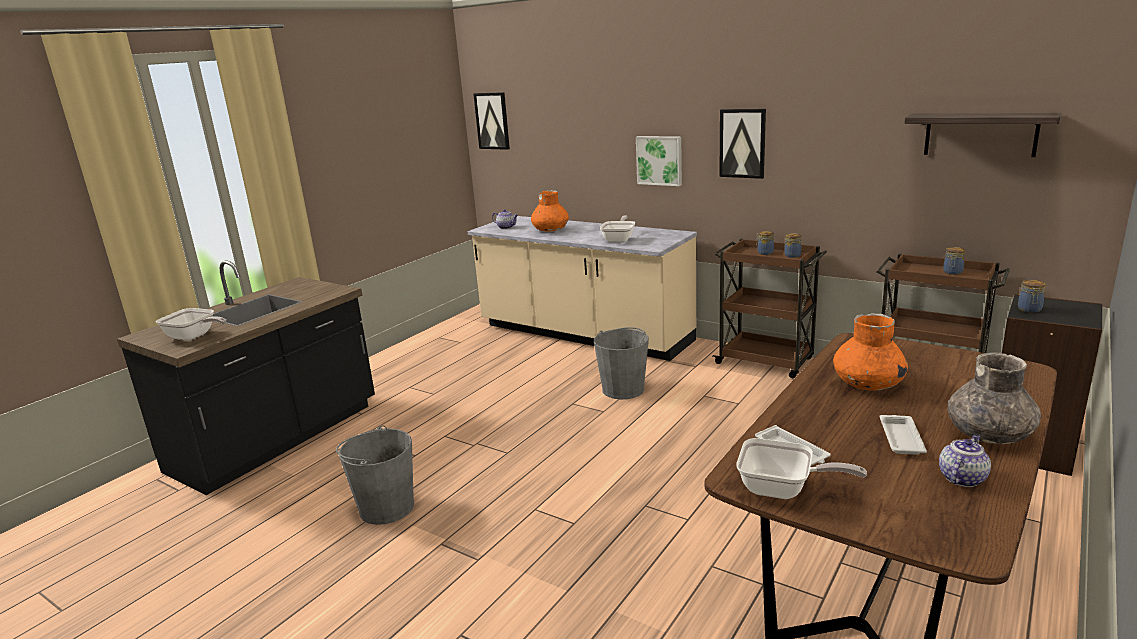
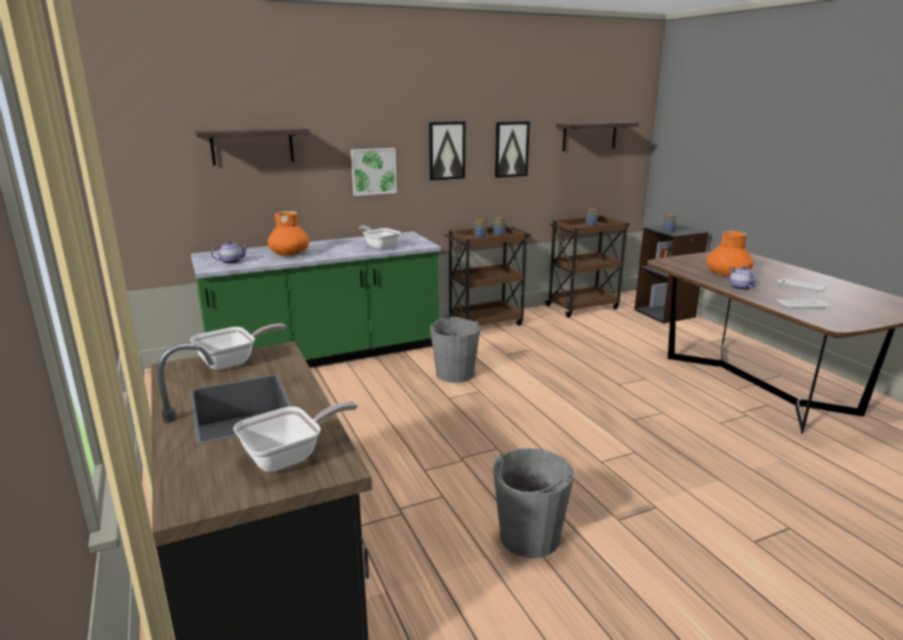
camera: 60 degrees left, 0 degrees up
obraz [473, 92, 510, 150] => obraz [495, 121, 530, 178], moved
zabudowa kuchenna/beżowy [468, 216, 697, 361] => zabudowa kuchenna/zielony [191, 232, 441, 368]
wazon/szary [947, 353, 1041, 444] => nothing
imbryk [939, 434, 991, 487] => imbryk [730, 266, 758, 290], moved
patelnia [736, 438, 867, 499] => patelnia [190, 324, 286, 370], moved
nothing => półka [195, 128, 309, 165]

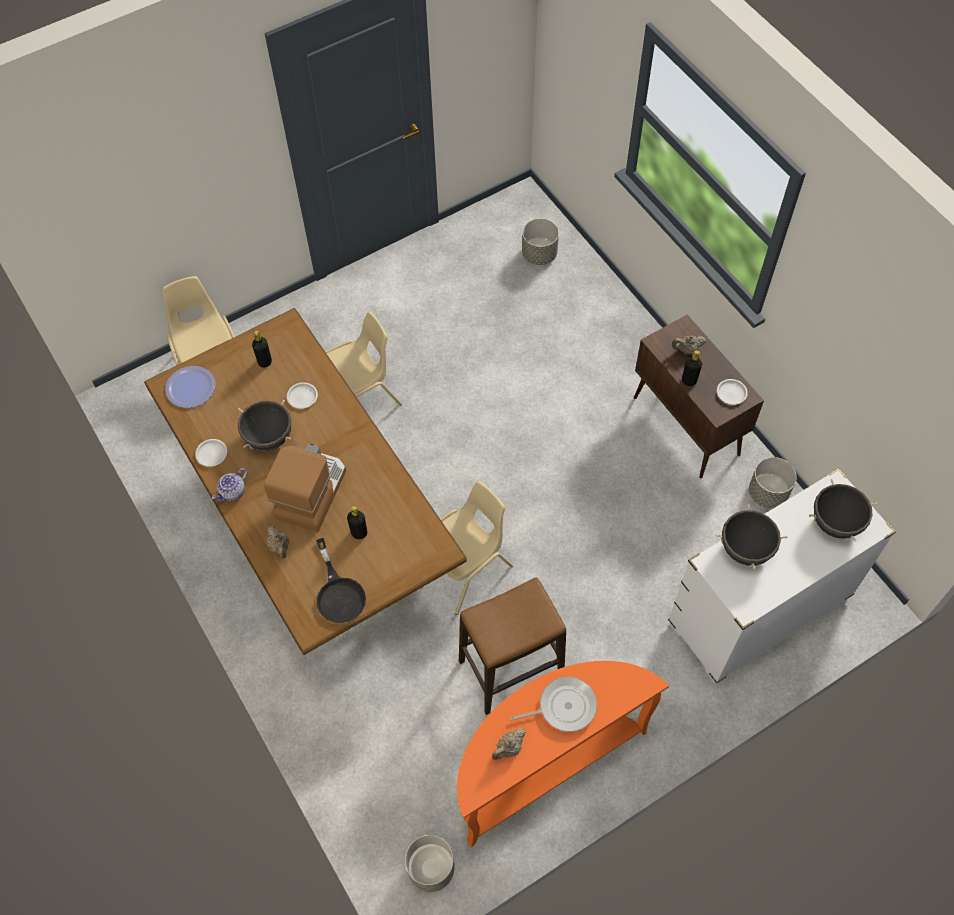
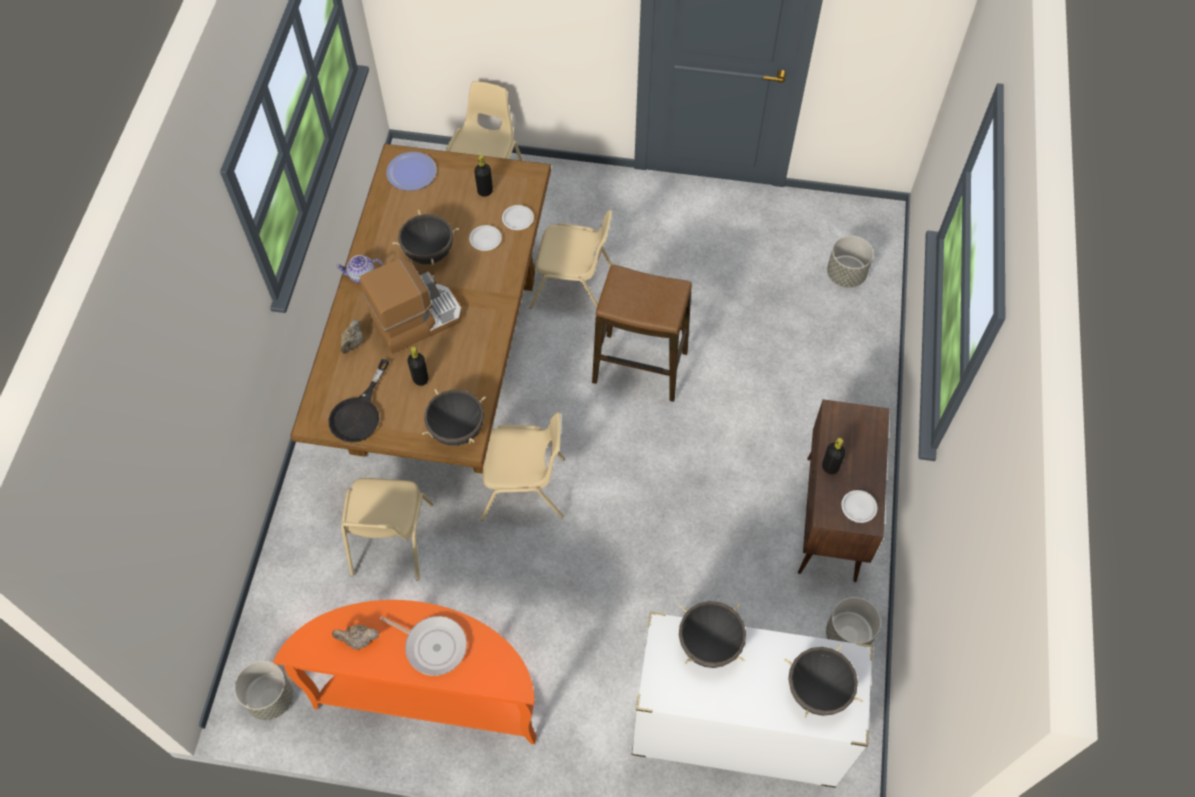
camera: 40 degrees right, 0 degrees up
imbryk/beżowy [672, 335, 707, 354] => nothing
talerz/biały [195, 439, 227, 467] => talerz/biały [502, 205, 534, 230], moved
stołek [459, 577, 566, 715] => stołek [592, 265, 692, 402], moved
nothing => garnek/czarny [422, 389, 486, 446]
nothing => krzesło/beżowy [341, 478, 433, 581]

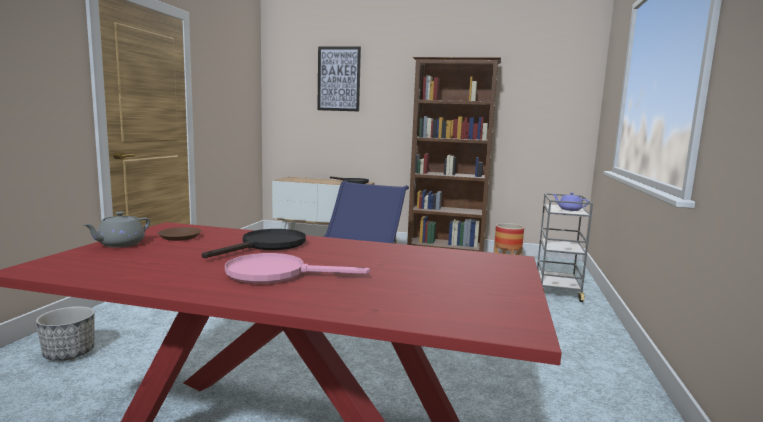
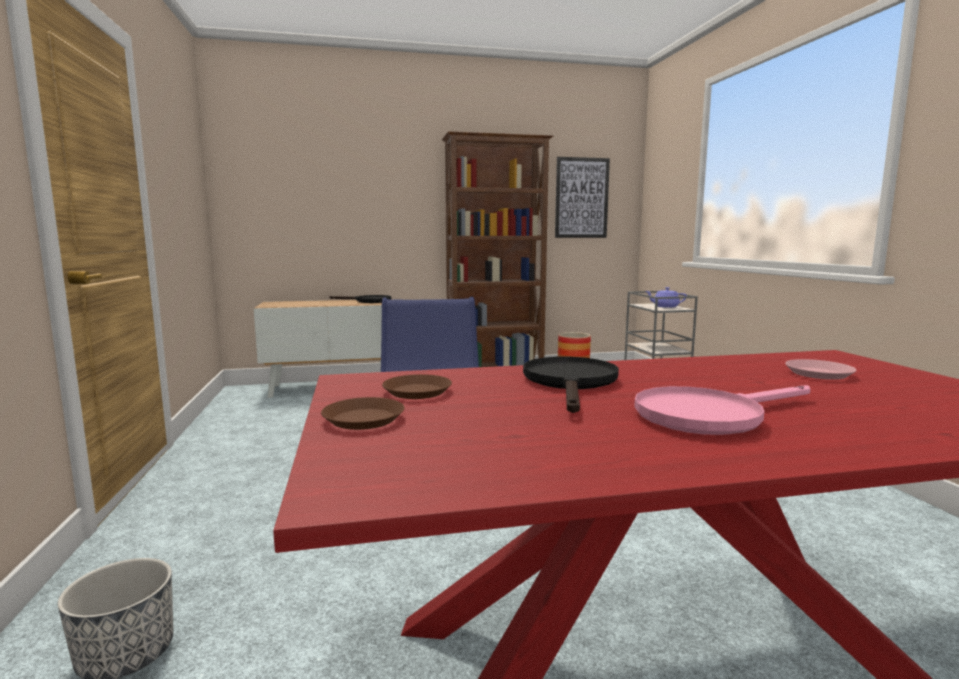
camera: 25 degrees left, 0 degrees up
obraz [317, 46, 361, 111] => obraz [555, 157, 610, 238], moved
imbryk/szary [84, 212, 150, 248] => talerz/brązowy [321, 397, 405, 430]
nothing => talerz/różowy [785, 359, 857, 380]

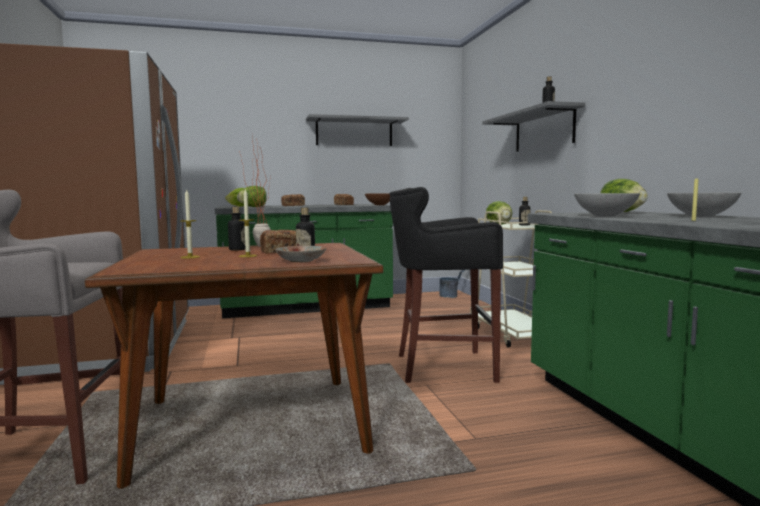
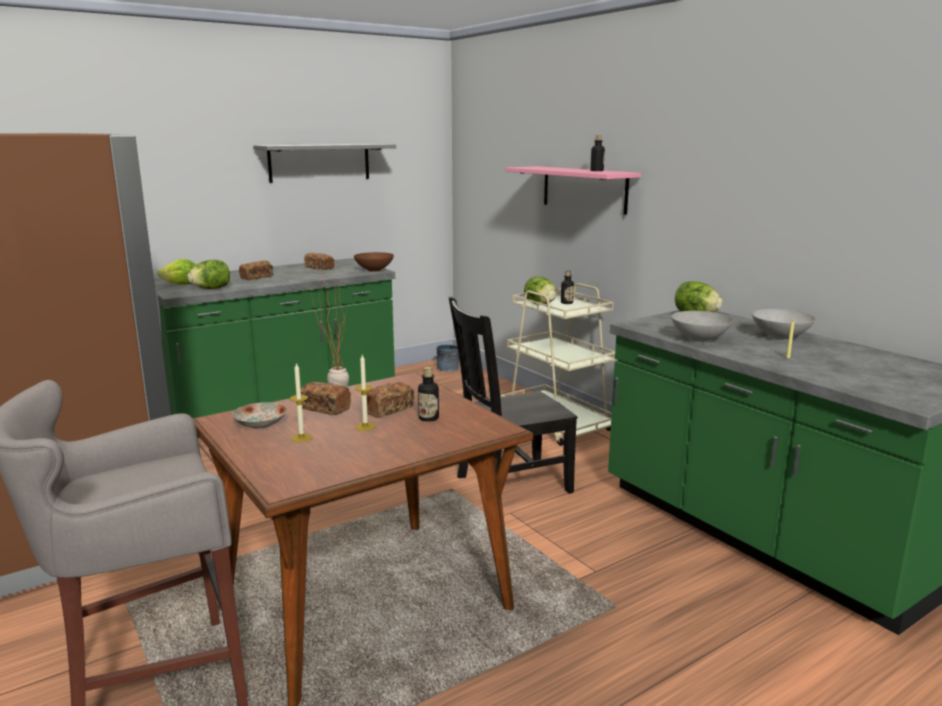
camera: 20 degrees left, 10 degrees up
półka/szary [482, 101, 585, 152] => półka/różowy [505, 166, 641, 215]
stołek/czarny [390, 187, 503, 383] => krzesło/czarny [448, 296, 577, 494]
butelka [228, 206, 245, 251] => chleb [301, 382, 351, 415]
talerz [275, 246, 326, 262] => talerz [232, 402, 287, 428], moved

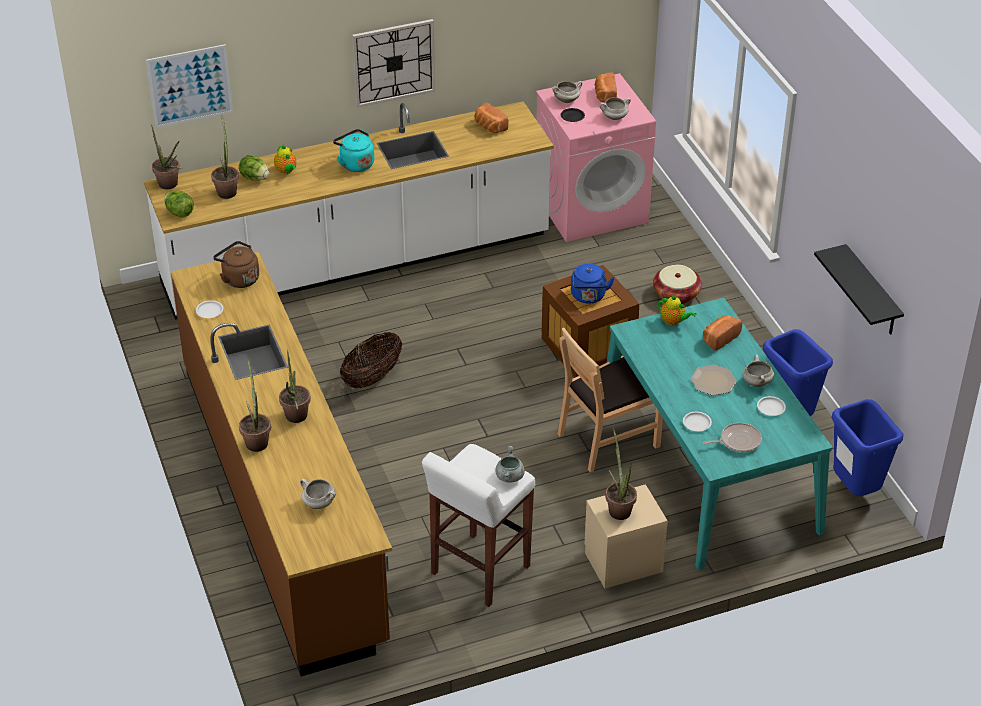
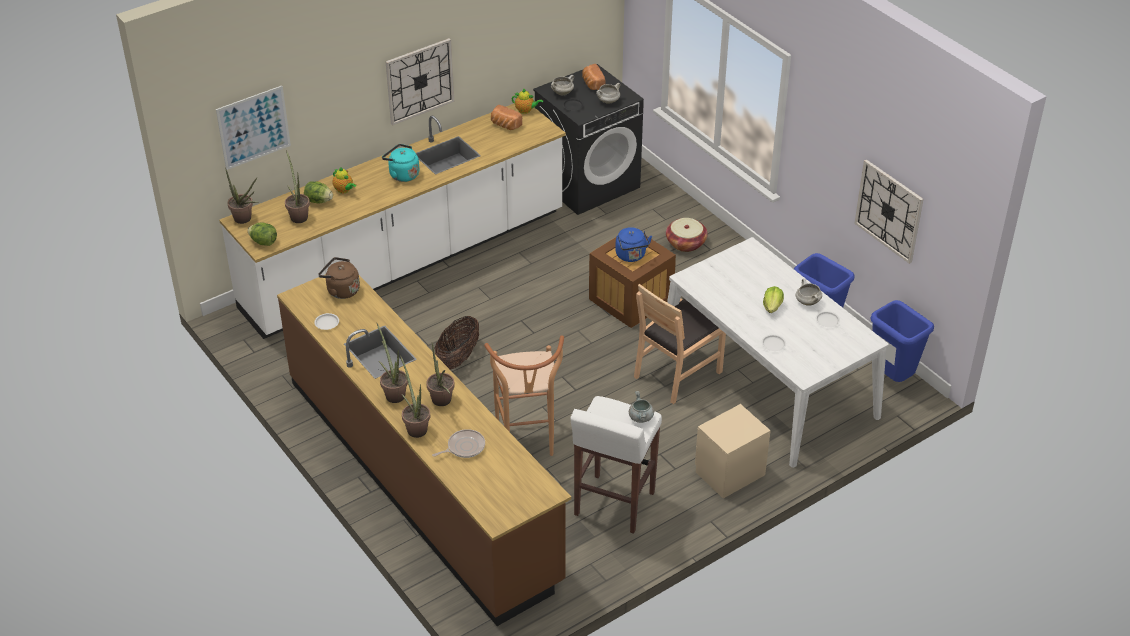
camera: 15 degrees left, 0 degrees up
pralka/różowy [536, 73, 656, 242] => pralka/czarny [533, 64, 644, 215]
półka/czarny [814, 244, 904, 335] => zegar ścienny [854, 159, 923, 264]
imbryk [658, 295, 696, 326] => imbryk [512, 88, 543, 114], moved
stół jadalny/turkusowy [607, 298, 832, 570] => stół jadalny/biały [667, 237, 889, 468]
chleb [703, 315, 742, 351] => nothing
talerz [690, 365, 736, 396] => sałata [763, 286, 784, 313]
patelnia [703, 423, 762, 453] => patelnia [432, 429, 485, 458], moved
roślina doniczkowa [605, 428, 637, 520] => roślina doniczkowa [377, 323, 408, 403], moved
garnek/biały [300, 479, 336, 509] => nothing
nothing => stołek/brązowy [484, 335, 564, 456]

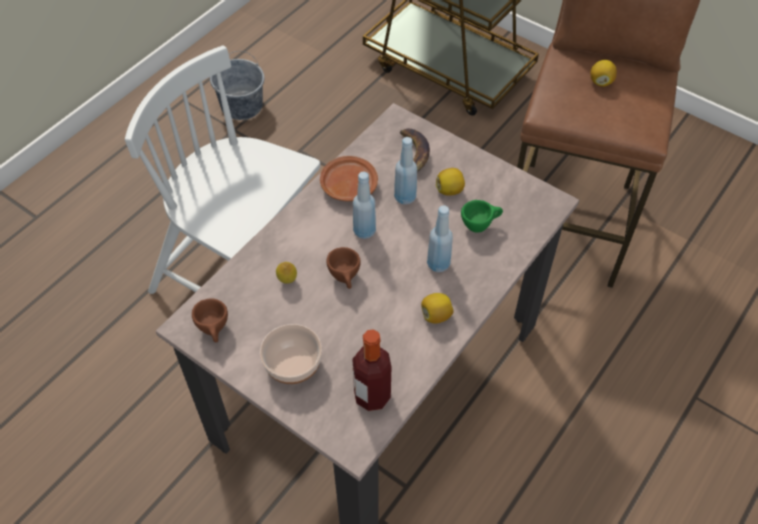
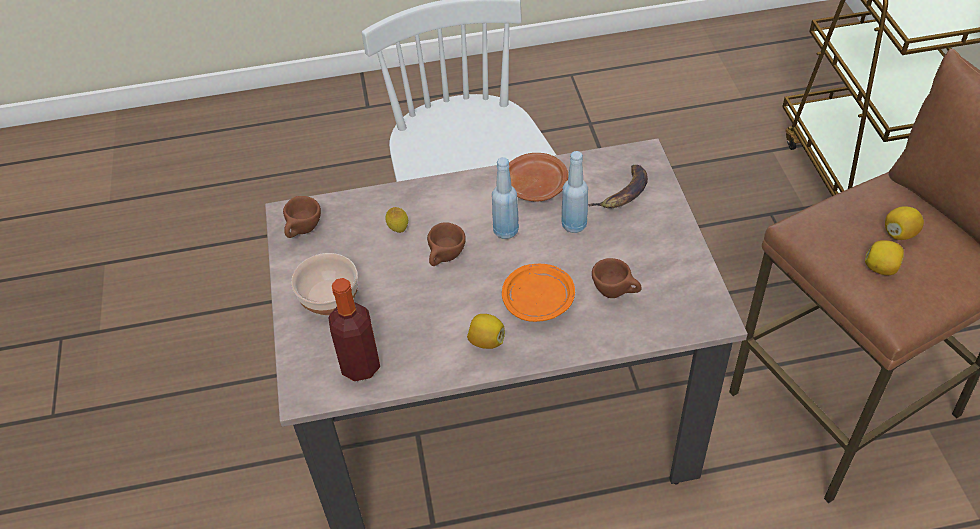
camera: 45 degrees right, 5 degrees down
wiadro/szary [210, 51, 265, 120] => nothing
cytryna [436, 168, 465, 196] => cytryna [865, 240, 904, 275], moved
filiżanka/zielony [461, 200, 503, 233] => filiżanka/brązowy [592, 258, 642, 298]
butelka/niebieski [427, 205, 453, 272] => talerz/pomarańczowy [502, 264, 575, 322]

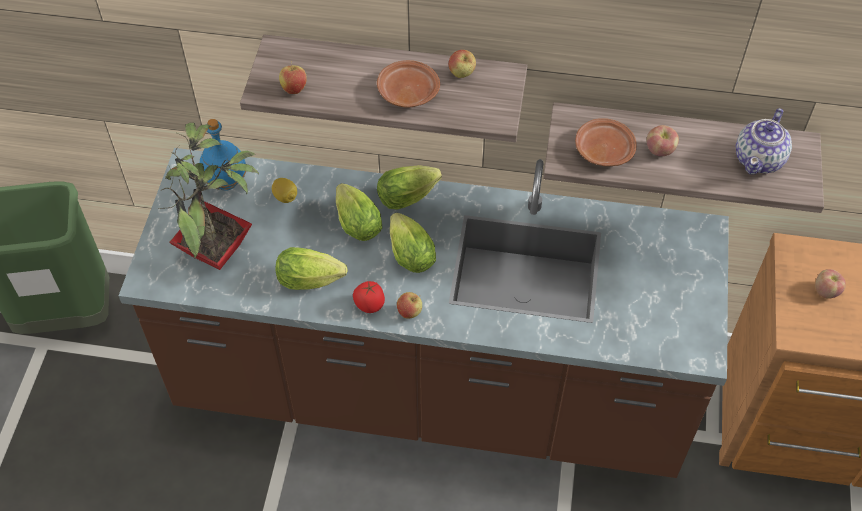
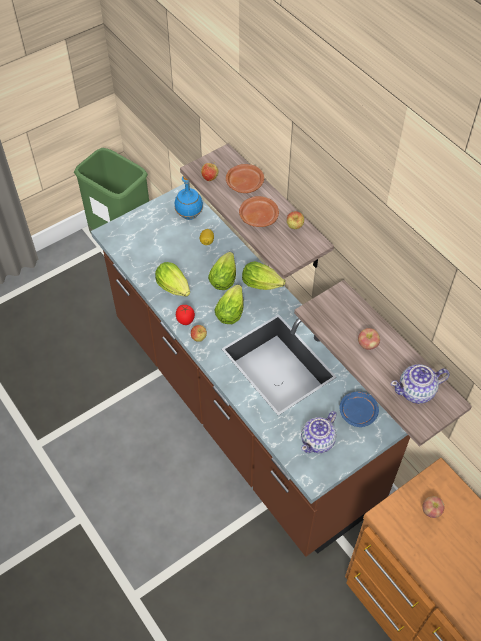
camera: 45 degrees right, 0 degrees up
talerz/brązowy [575, 118, 637, 166] => talerz/brązowy [226, 164, 264, 193], moved
roślina doniczkowa [158, 122, 259, 270] => nothing
nothing => talerz/niebieski [339, 391, 379, 427]
nothing => imbryk [301, 411, 337, 453]

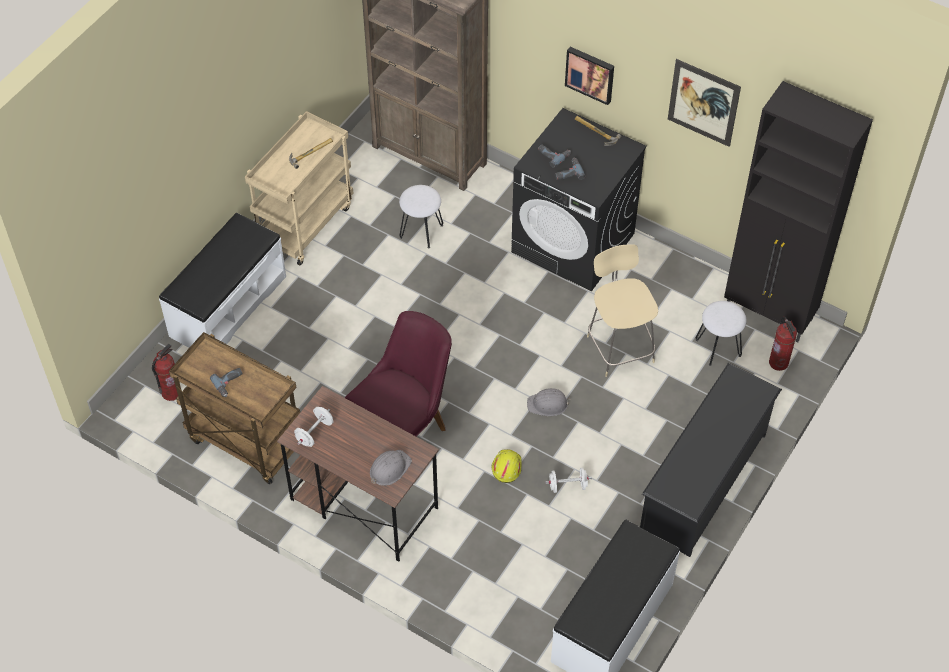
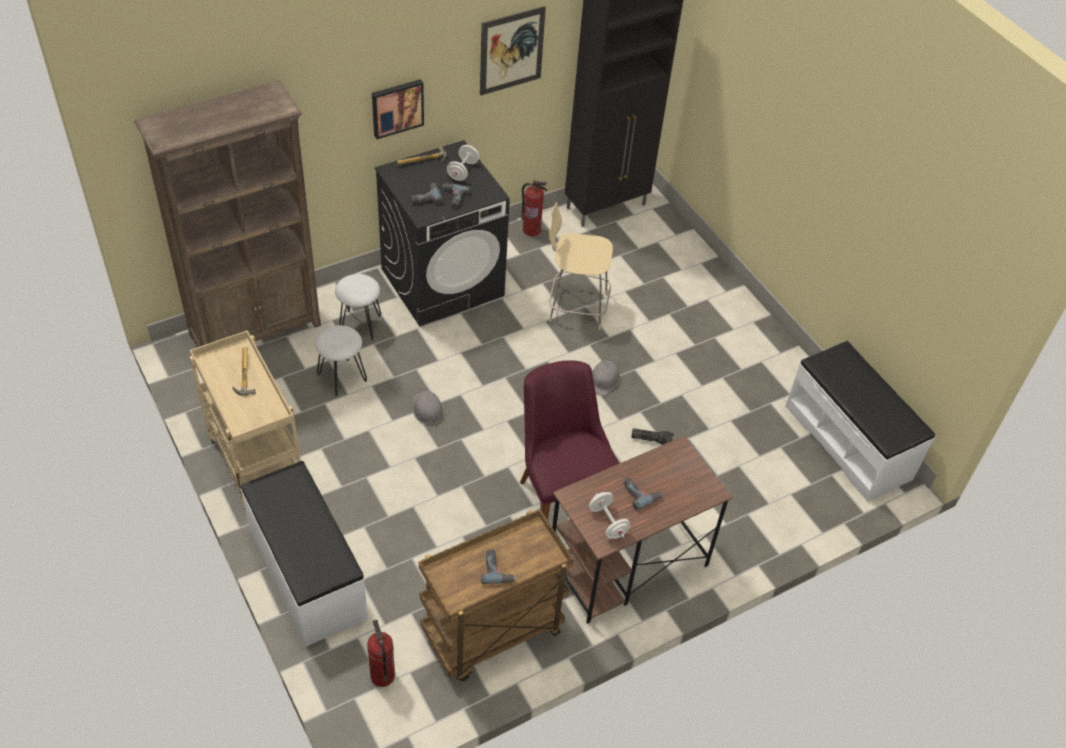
camera: 65 degrees left, 5 degrees down
stołek/biały [696, 301, 746, 366] => stołek/biały [335, 274, 381, 340], moved
gaśnica [769, 317, 797, 371] => gaśnica [521, 180, 547, 236], moved
regał na buty/czarny [640, 363, 782, 557] => nothing
kask/żółty [492, 449, 522, 483] => latarka [631, 428, 673, 445]
kask/szary [370, 450, 412, 486] => kask/szary [413, 390, 444, 426], moved
hantel/biały [545, 468, 592, 493] => hantel/biały [447, 145, 479, 181], moved
nothing => wiertarka [623, 478, 662, 510]

